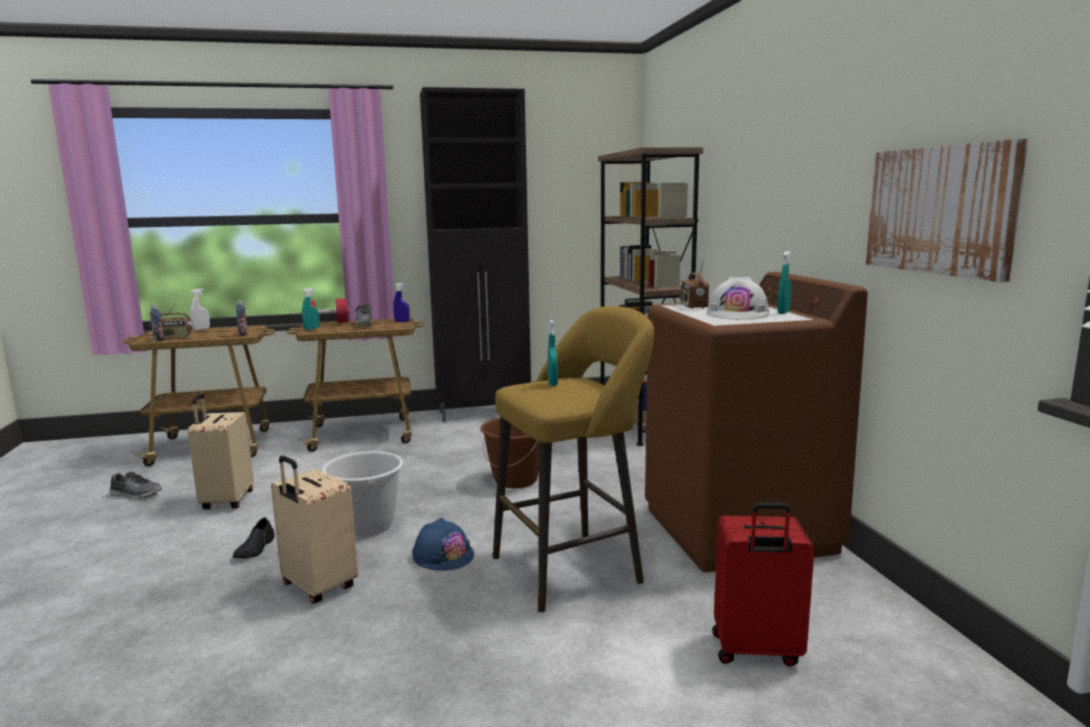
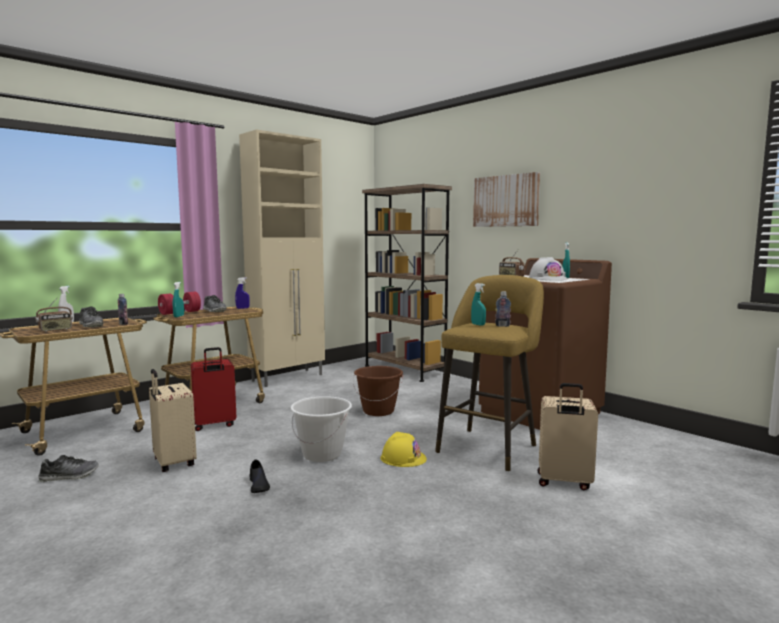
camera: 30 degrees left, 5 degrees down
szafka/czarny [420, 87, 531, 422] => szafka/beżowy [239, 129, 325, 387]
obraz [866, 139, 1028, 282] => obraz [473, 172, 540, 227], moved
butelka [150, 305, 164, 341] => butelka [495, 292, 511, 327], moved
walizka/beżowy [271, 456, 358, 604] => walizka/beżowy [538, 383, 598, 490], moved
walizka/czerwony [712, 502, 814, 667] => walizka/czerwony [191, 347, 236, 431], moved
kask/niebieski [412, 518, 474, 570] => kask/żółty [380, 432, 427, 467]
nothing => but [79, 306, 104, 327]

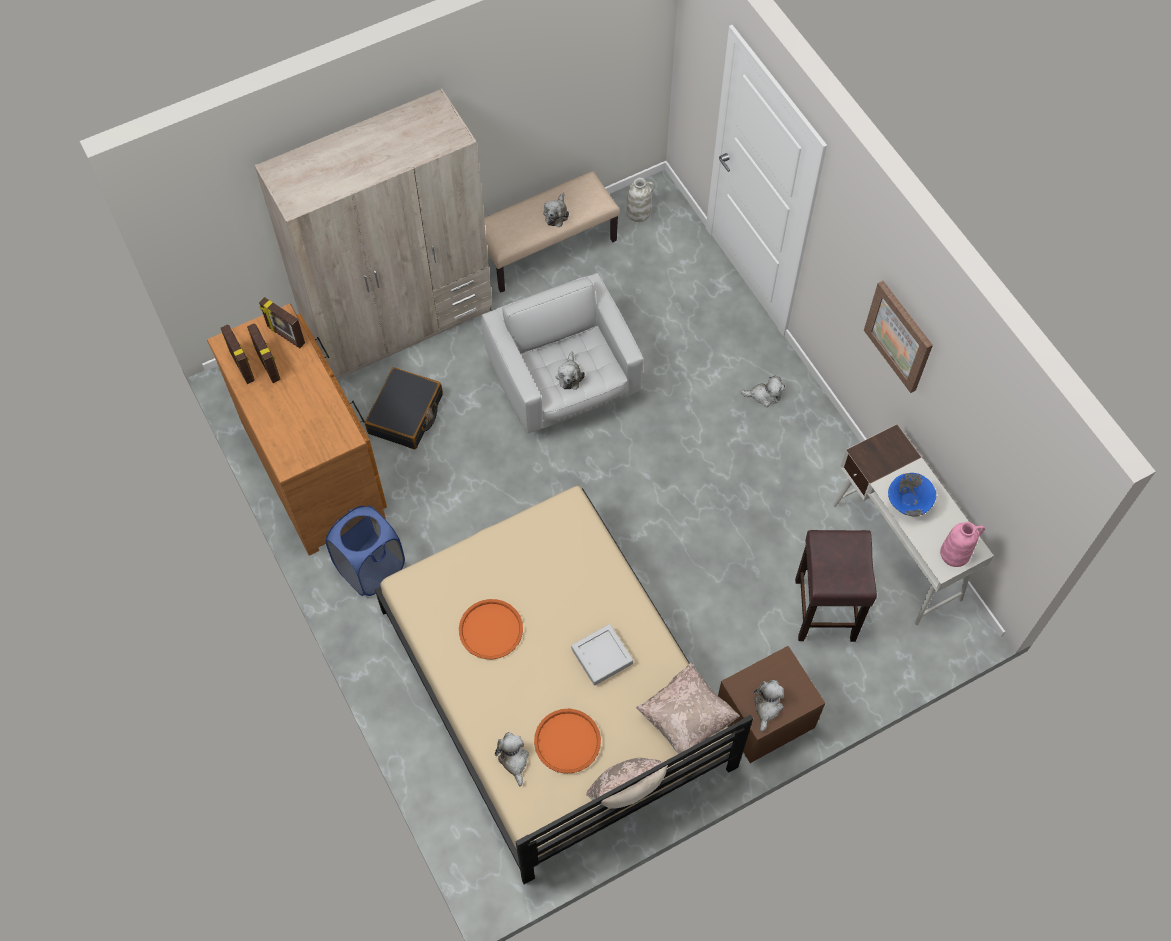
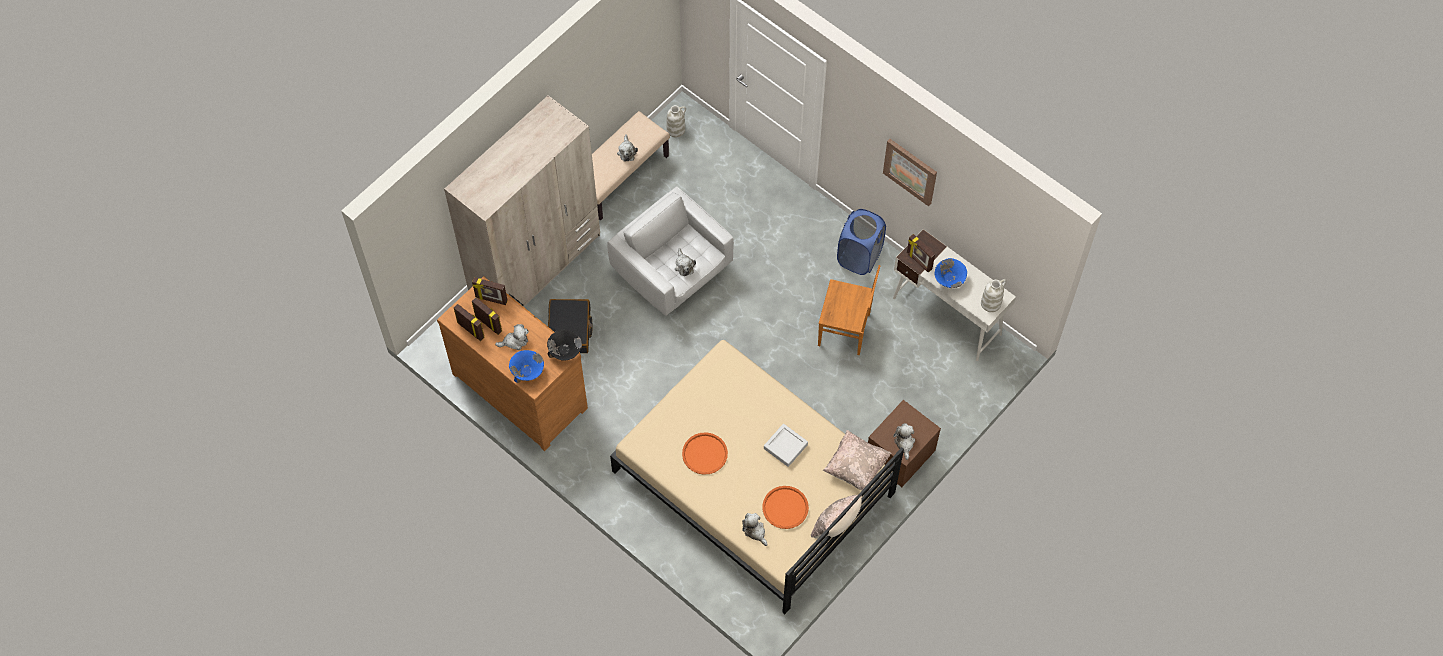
camera: 20 degrees left, 0 degrees up
pluszak [741, 375, 785, 407] => pluszak [495, 324, 529, 350], moved
kosz na pranie/niebieski [326, 506, 405, 596] => kosz na pranie/niebieski [837, 209, 886, 275], moved
wazon/różowy [940, 522, 985, 567] => wazon/biały [981, 279, 1007, 312]
stołek/brązowy [795, 530, 877, 642] => nothing
nothing => ramka na zdjęcie [907, 234, 935, 273]
nothing => krzesło/brązowy [818, 265, 880, 355]
nothing => miska/czarny [547, 330, 582, 361]
nothing => miska/niebieski [509, 350, 544, 383]

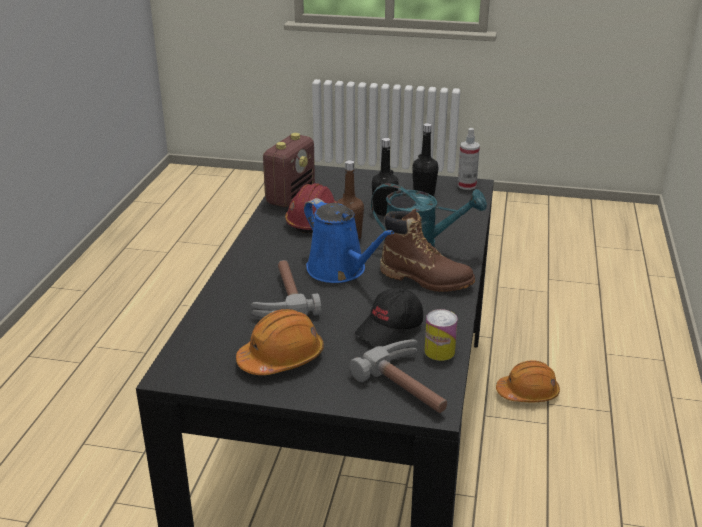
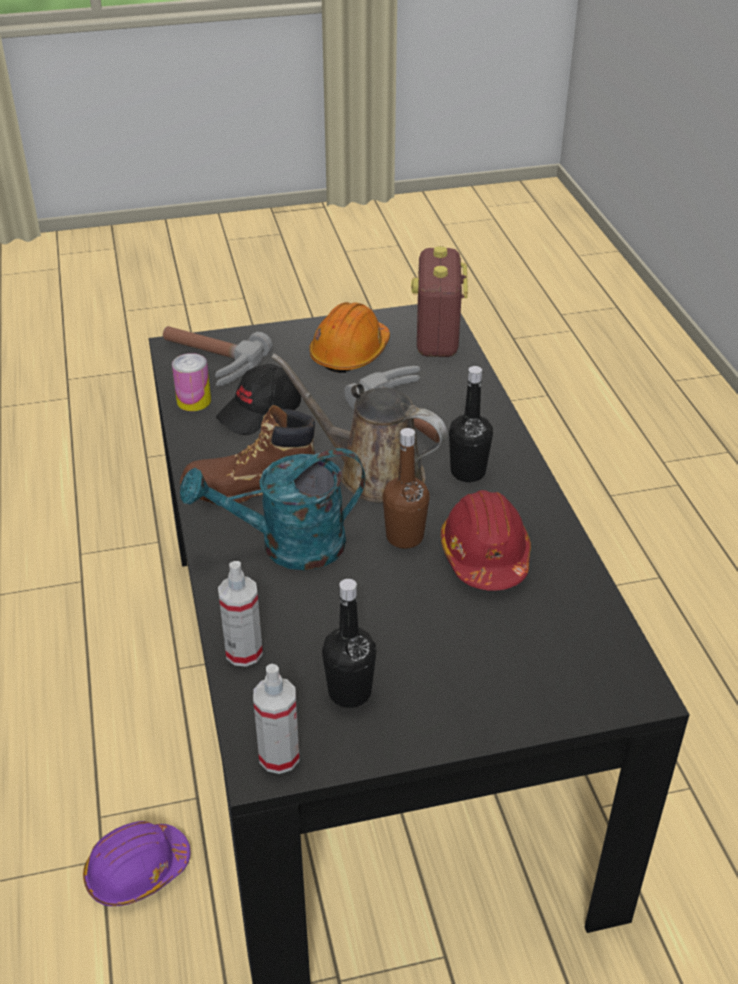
camera: 155 degrees right, 10 degrees up
radio [263, 133, 315, 207] => radio [411, 246, 468, 357], moved
butelka/czarny [372, 138, 399, 216] => butelka/czarny [449, 366, 493, 482], moved
konewka/niebieski [304, 198, 394, 283] => konewka/brązowy [271, 353, 447, 503]
czapka z daszkiem/czarny [355, 288, 423, 347] => czapka z daszkiem/czarny [216, 364, 301, 435], 150 degrees counterclockwise
kask/pomarańczowy [496, 360, 560, 402] => kask/fioletowy [83, 821, 190, 906]
nothing => spryskiwacz [218, 561, 263, 667]

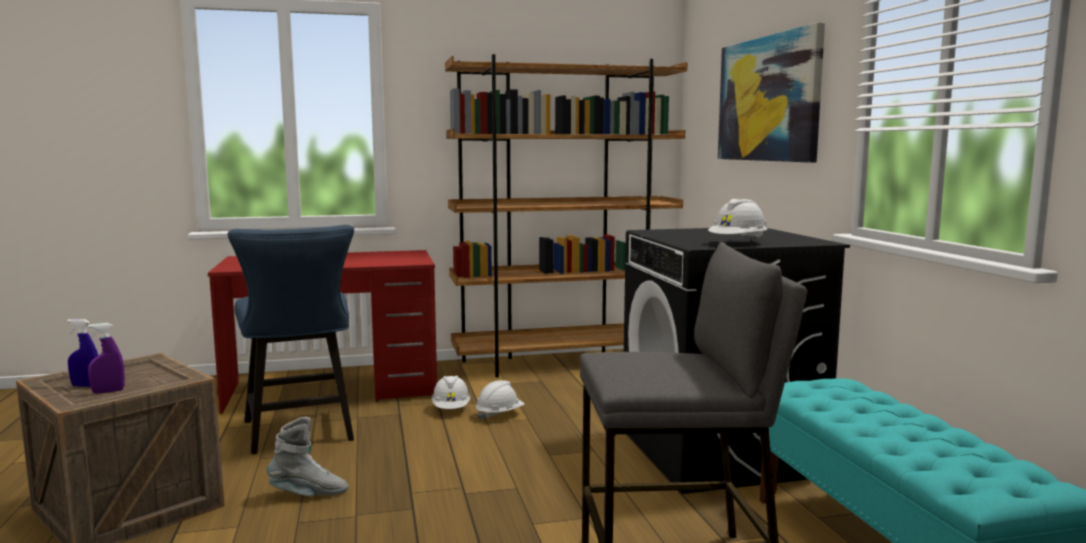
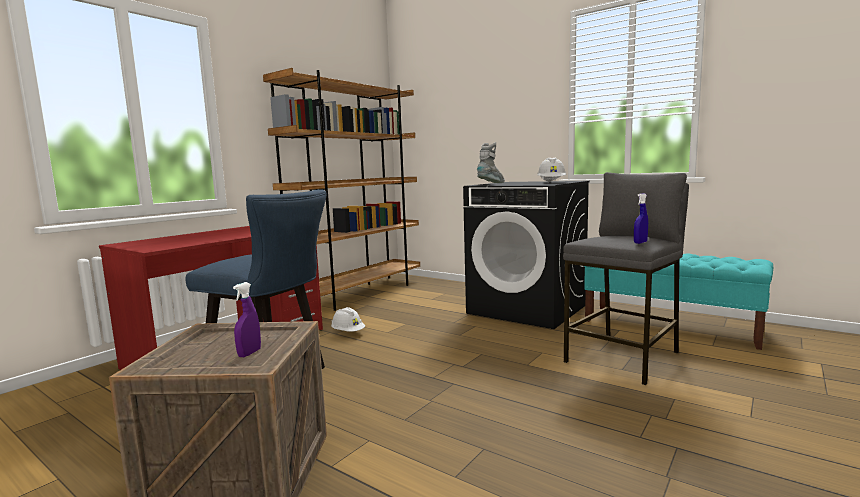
camera: 40 degrees left, 0 degrees up
obraz [718, 22, 825, 162] => nothing
spryskiwacz/niebieski [67, 319, 98, 387] => spryskiwacz/niebieski [634, 193, 648, 244], moved
kask/biały [475, 380, 525, 421] => nothing
but z cholewką/szary [267, 417, 349, 496] => but z cholewką/szary [477, 142, 505, 183], moved

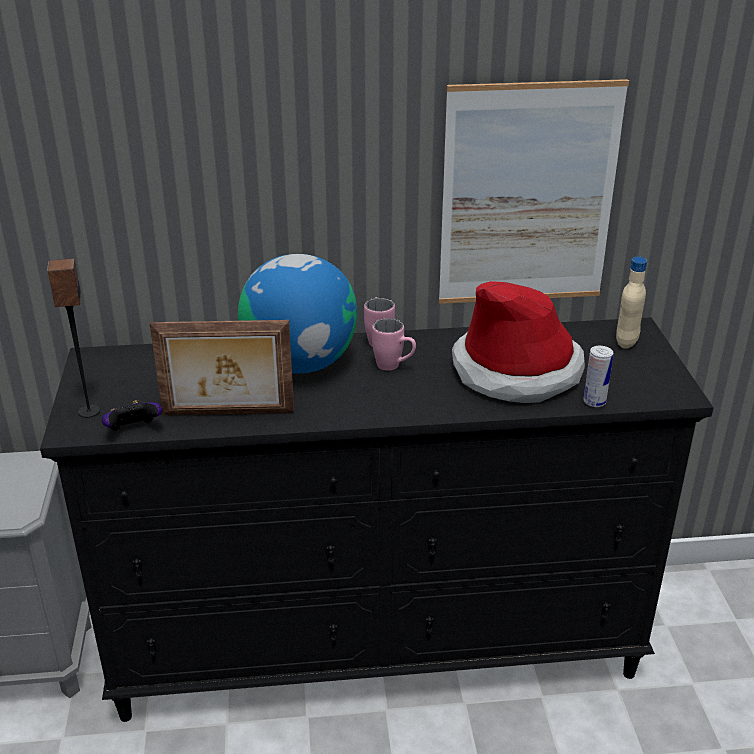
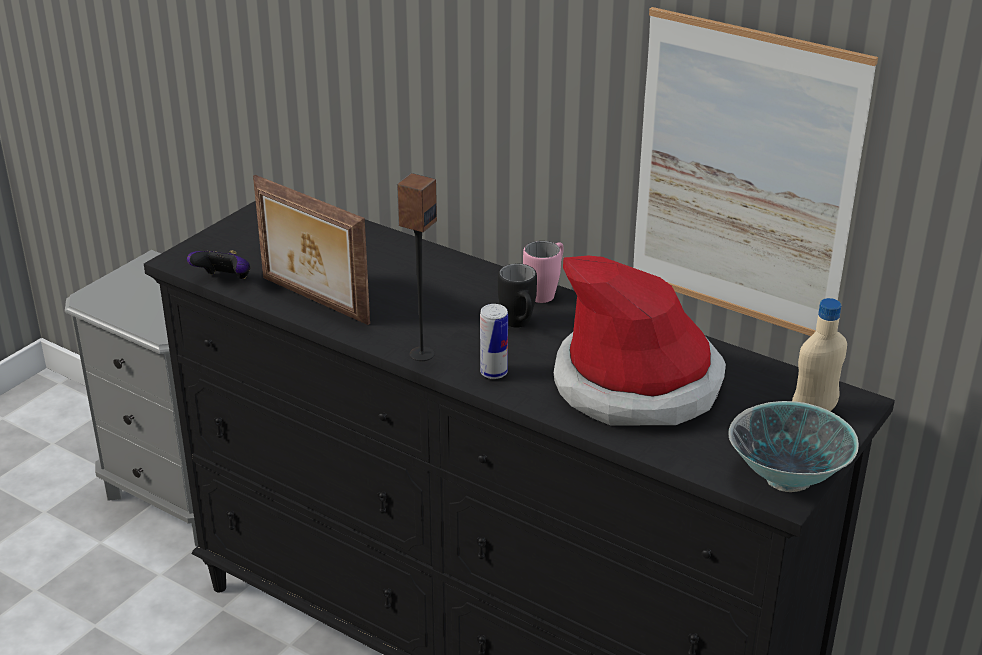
camera: 40 degrees right, 0 degrees up
globus [238, 254, 357, 374] => nothing
głośnik [47, 258, 100, 418] => głośnik [397, 173, 437, 361], moved
kubek/różowy [372, 318, 416, 371] => kubek/czarny [498, 264, 537, 327]
puszka [583, 346, 613, 407] => puszka [480, 304, 508, 379], moved
nothing => miska [728, 401, 859, 492]

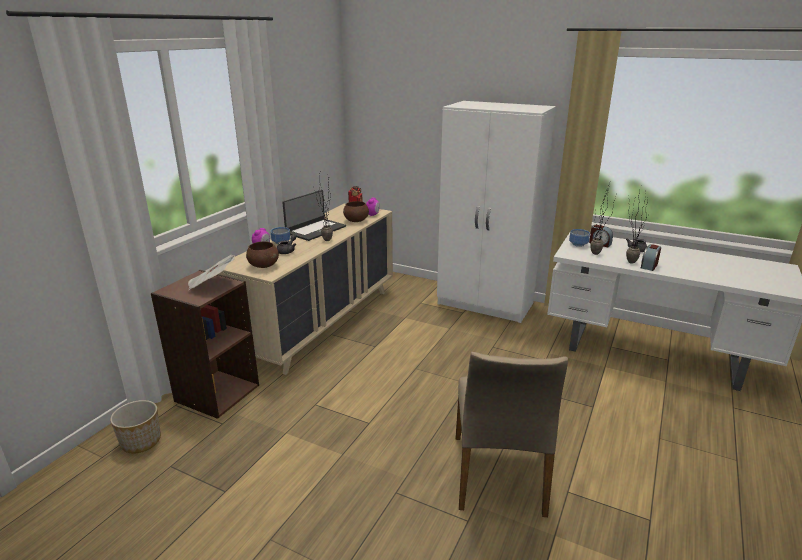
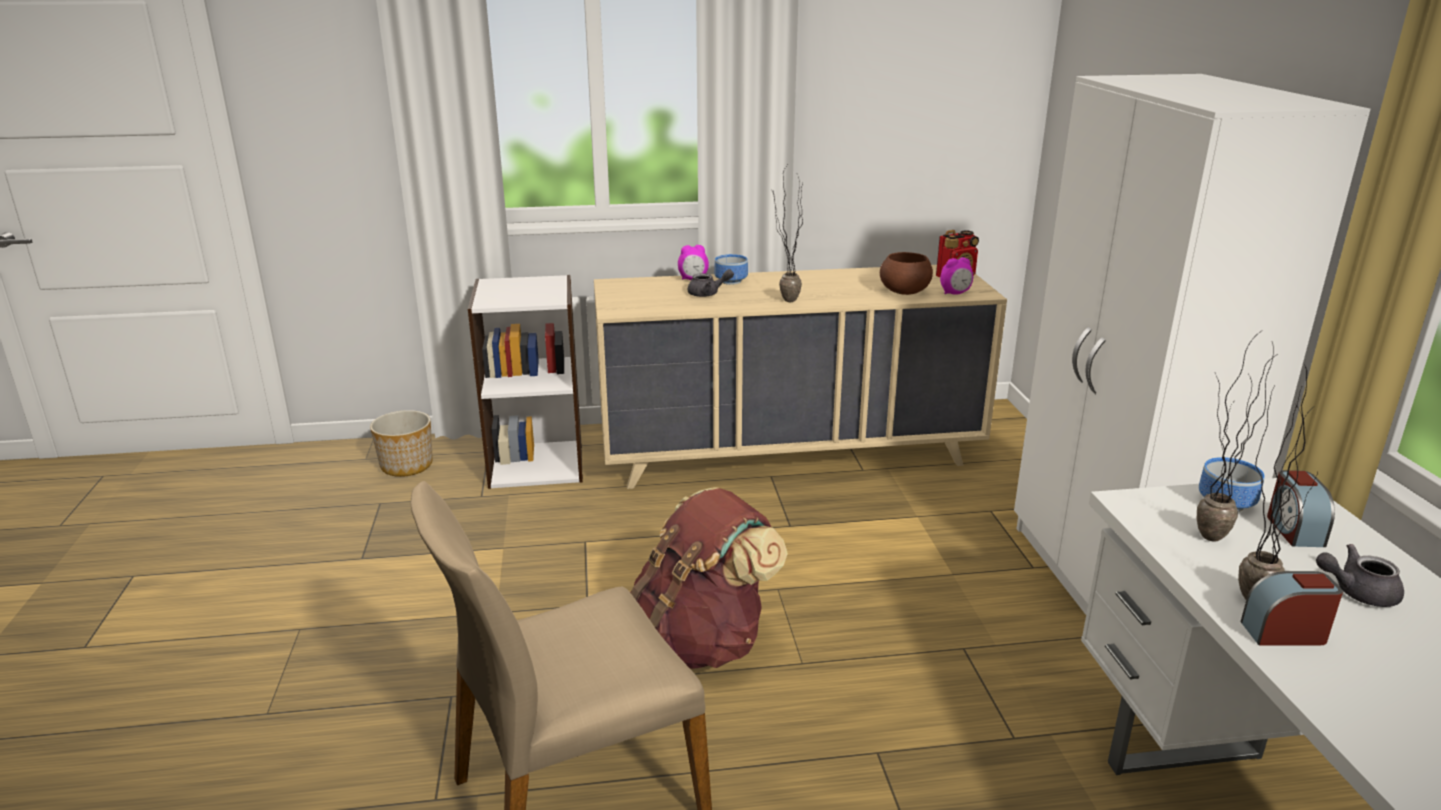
camera: 55 degrees right, 0 degrees up
laptop [282, 190, 346, 241] => nothing
miska/brązowy [246, 241, 279, 268] => nothing
gazeta [188, 254, 235, 290] => nothing
regał/brązowy [151, 270, 259, 419] => regał/biały [468, 275, 583, 489]
nothing => plecak/brązowy [630, 487, 788, 669]

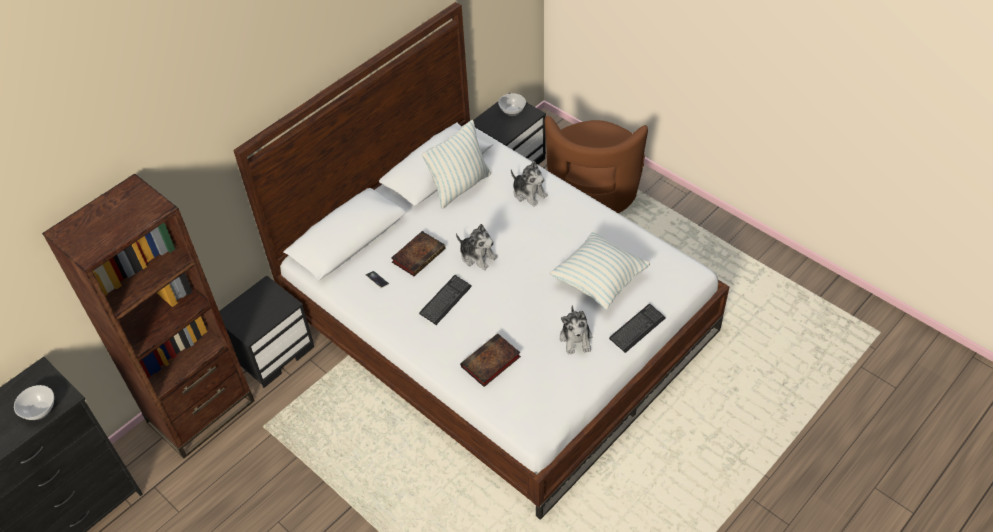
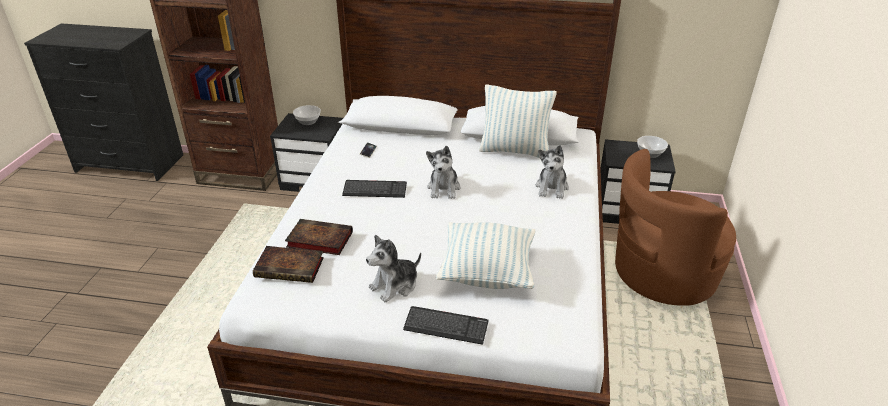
camera: 55 degrees right, 15 degrees down
książka [391, 231, 446, 276] => książka [253, 246, 324, 283], moved
miska [14, 385, 54, 420] => miska [293, 105, 321, 125], moved

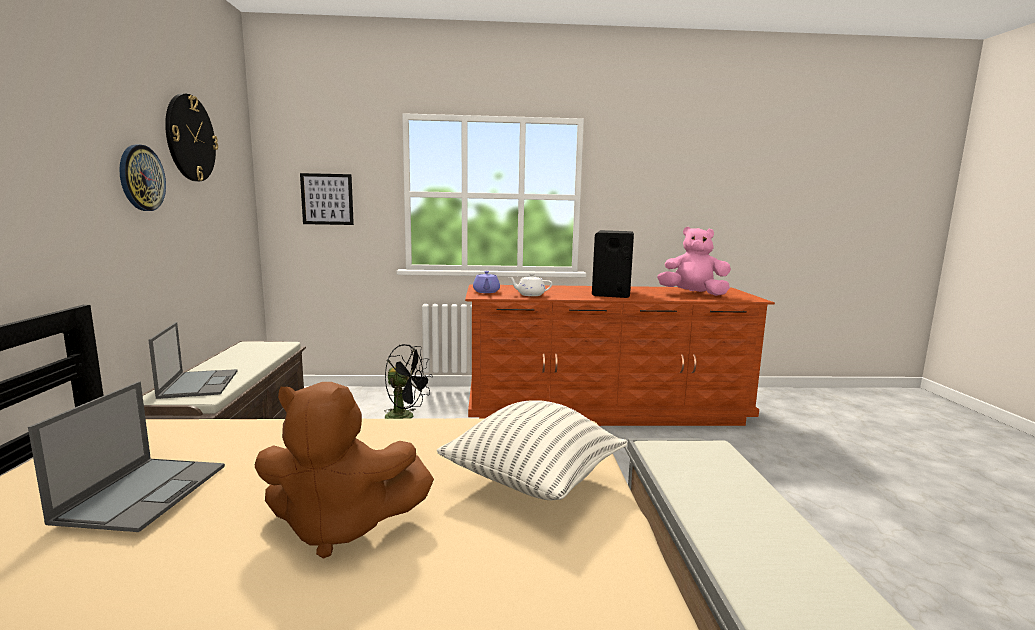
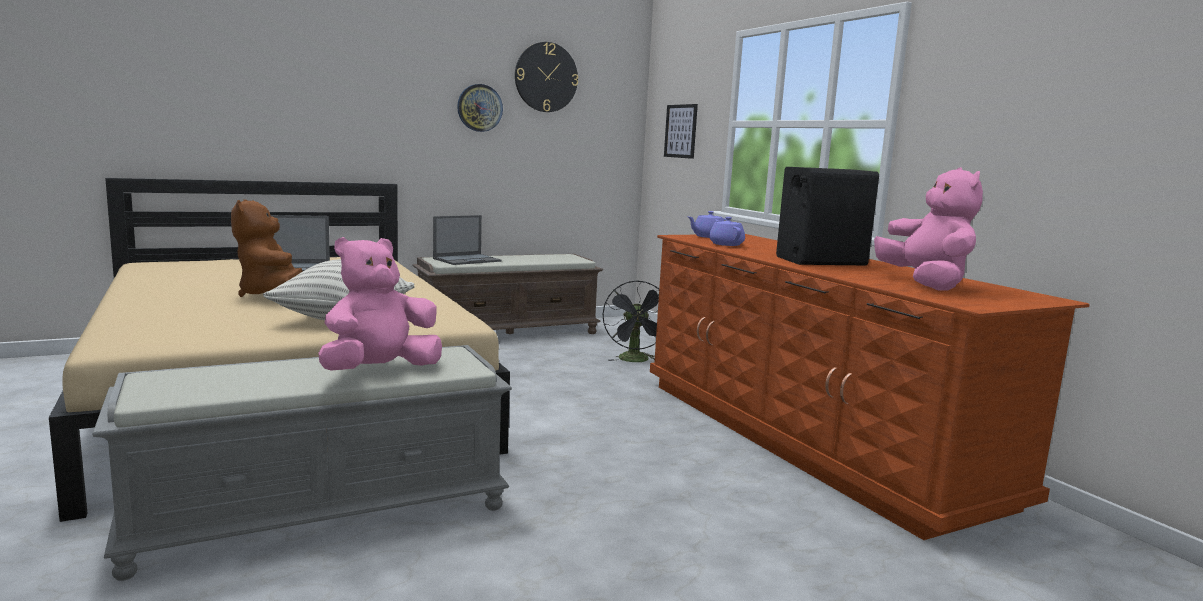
camera: 65 degrees right, 0 degrees up
imbryk/biały [508, 273, 552, 296] => imbryk/fioletowy [709, 217, 745, 246]
nothing => pluszak/różowy [318, 237, 442, 371]

